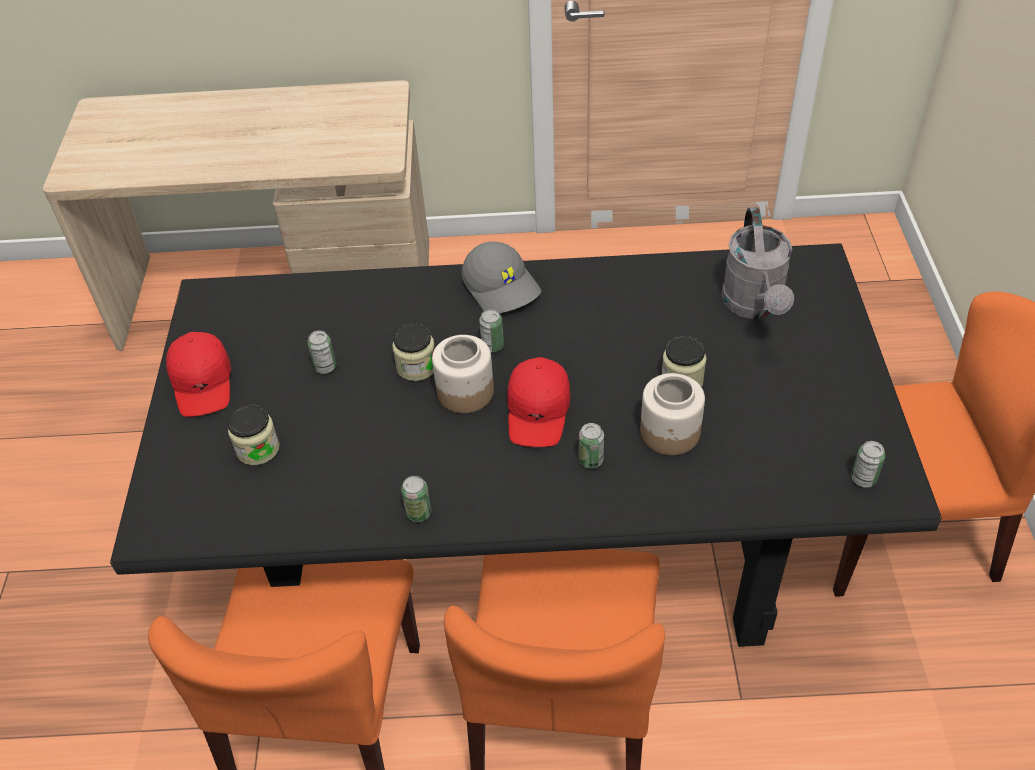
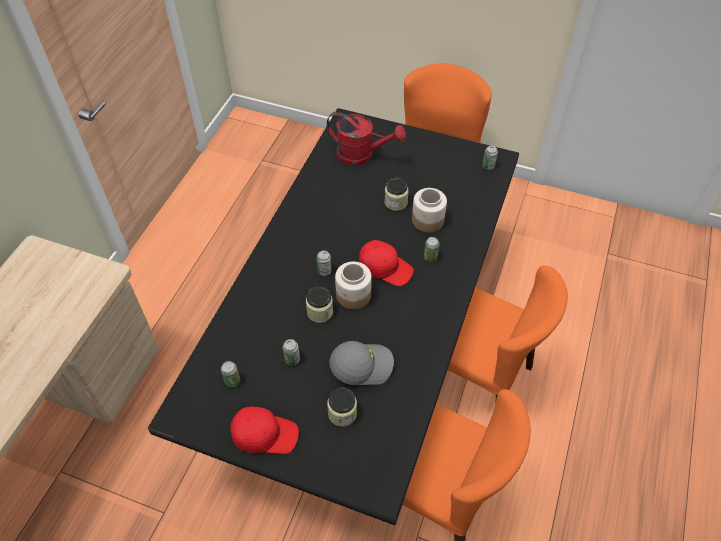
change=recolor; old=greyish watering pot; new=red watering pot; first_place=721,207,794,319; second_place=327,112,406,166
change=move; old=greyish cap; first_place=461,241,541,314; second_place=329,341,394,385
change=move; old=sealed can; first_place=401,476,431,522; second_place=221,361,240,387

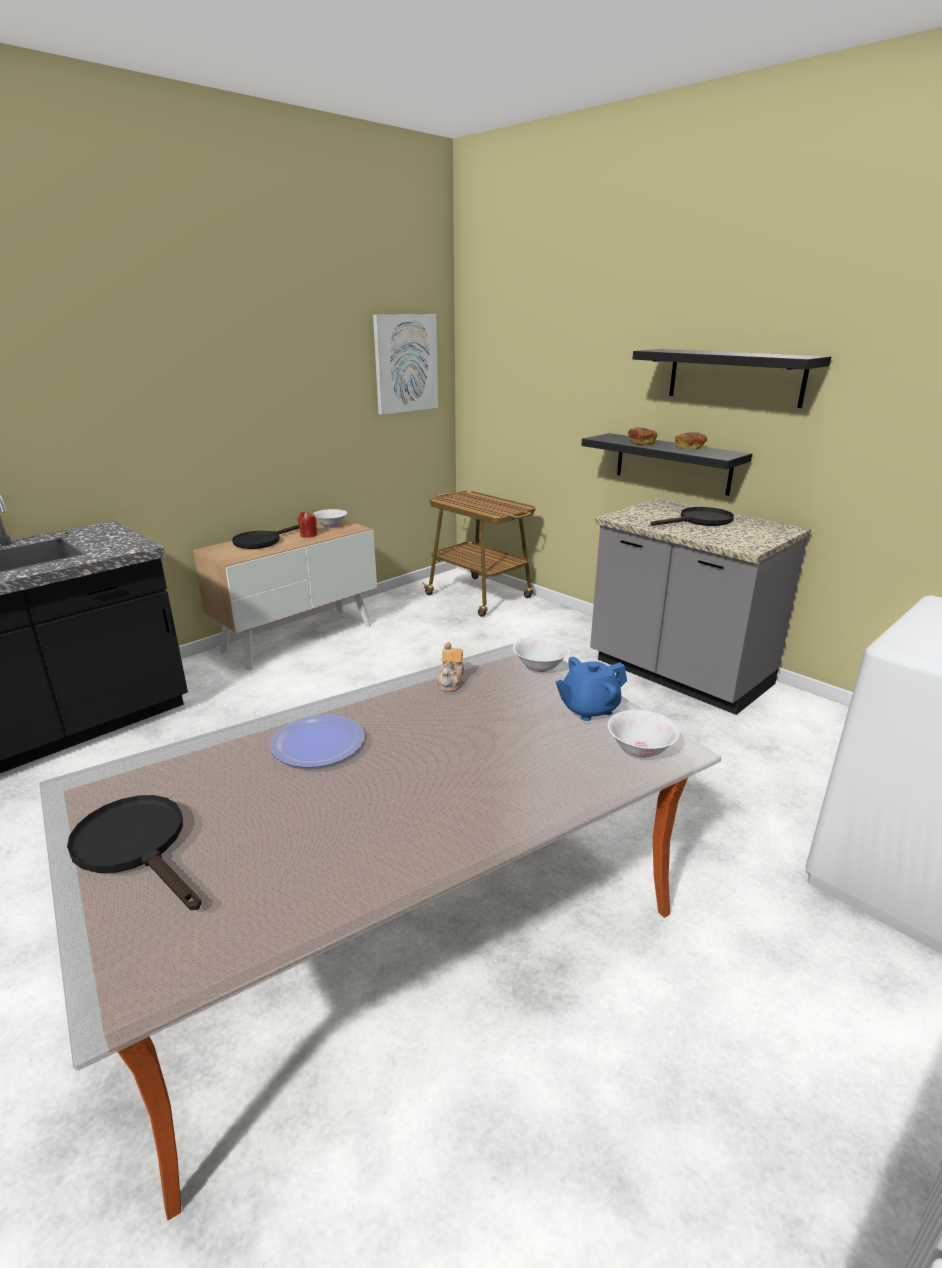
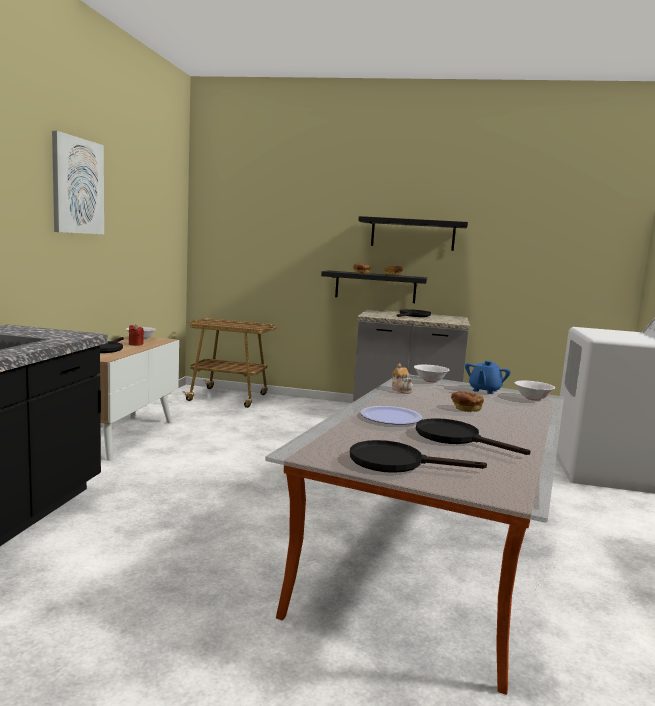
change=move; old=wall picture; first_place=373,314,438,415; second_place=52,131,104,234
change=insert; new=baked bread; second_place=451,392,484,412
change=insert; new=black skillet; second_place=416,418,531,455

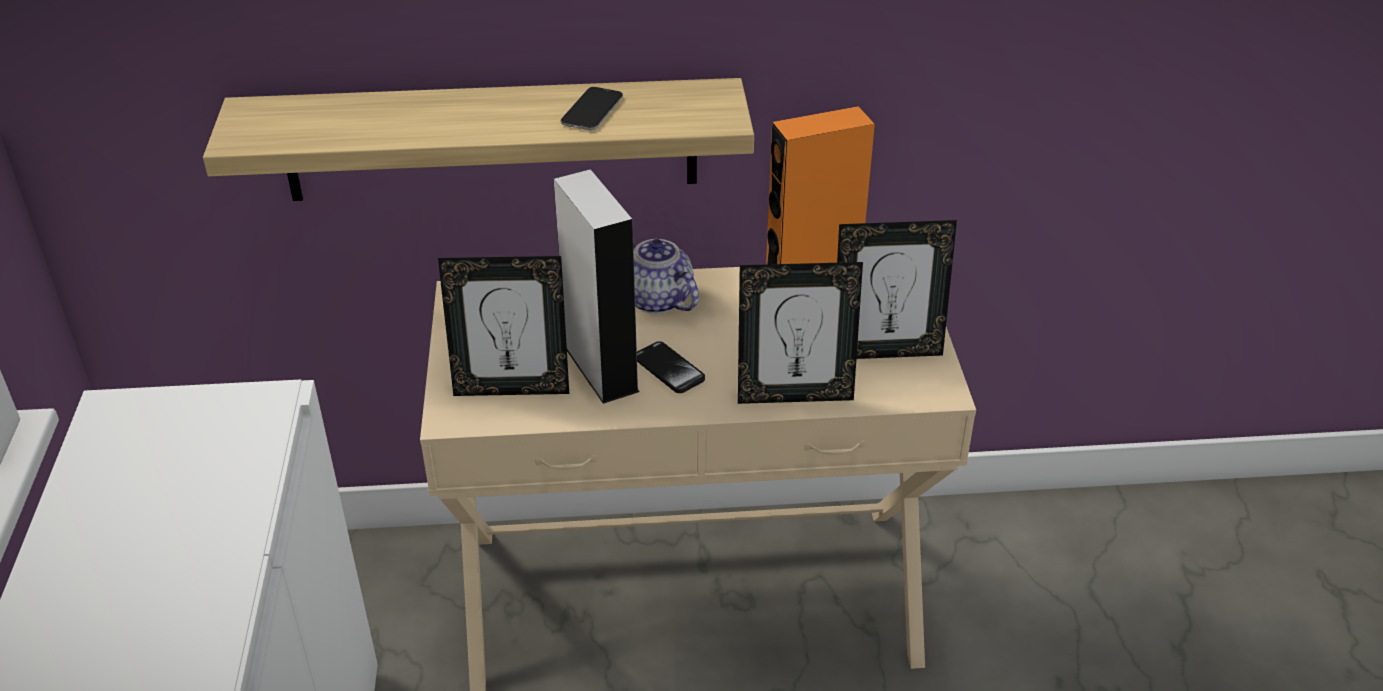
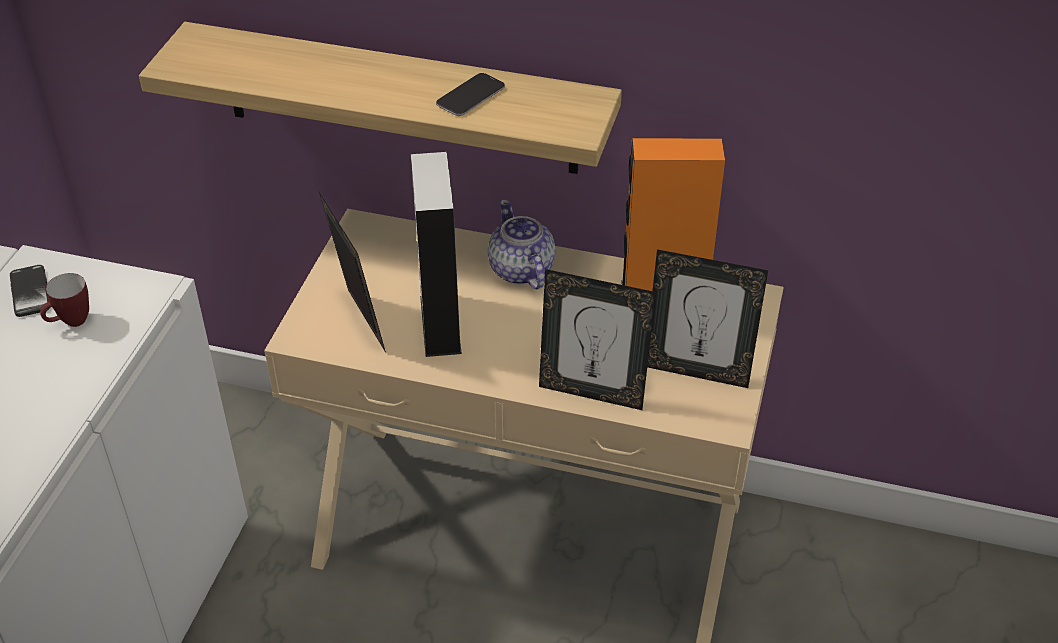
change=rotate; old=standing frame; first_place=438,256,569,396; second_place=319,192,386,353; degrees=-135
change=move; old=telephone; first_place=637,341,705,393; second_place=10,265,50,317
change=insert; new=tea mug; second_place=40,273,89,327

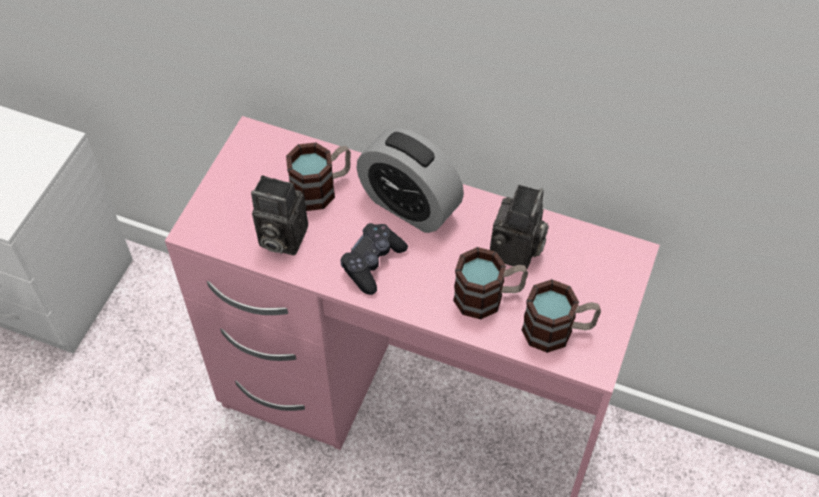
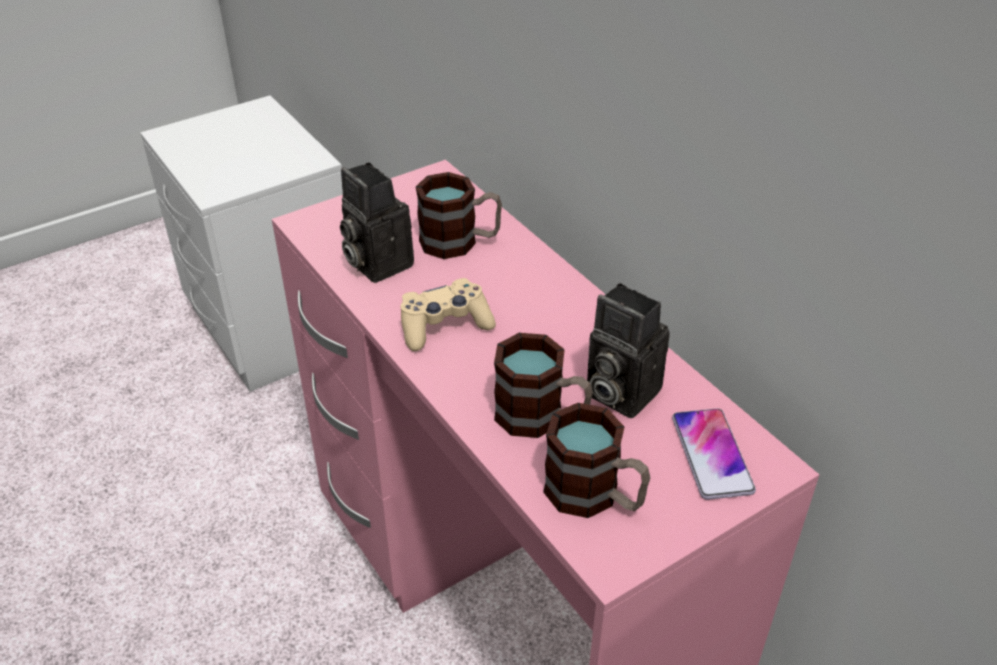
change=delete; old=table clock; first_place=357,128,464,233
change=rotate; old=photo camera; first_place=490,185,549,269; second_place=587,283,670,418; degrees=75
change=recolor; old=black game controller; new=beige game controller; first_place=340,223,408,295; second_place=400,278,496,351
change=insert; new=telephone; second_place=672,408,756,500

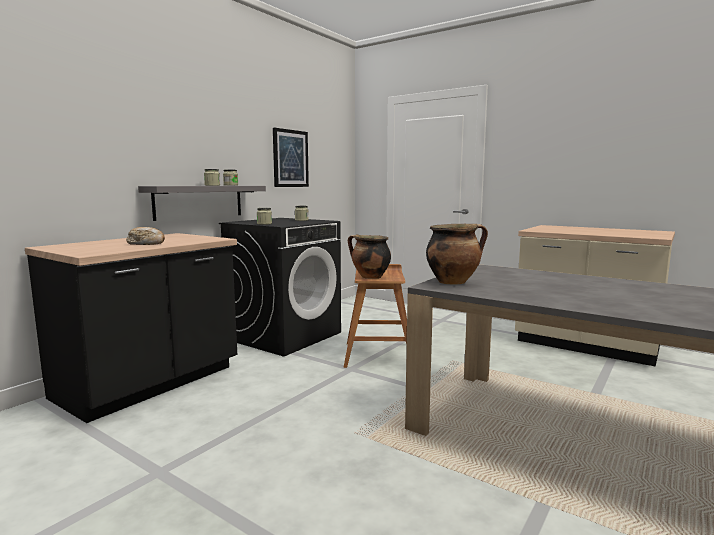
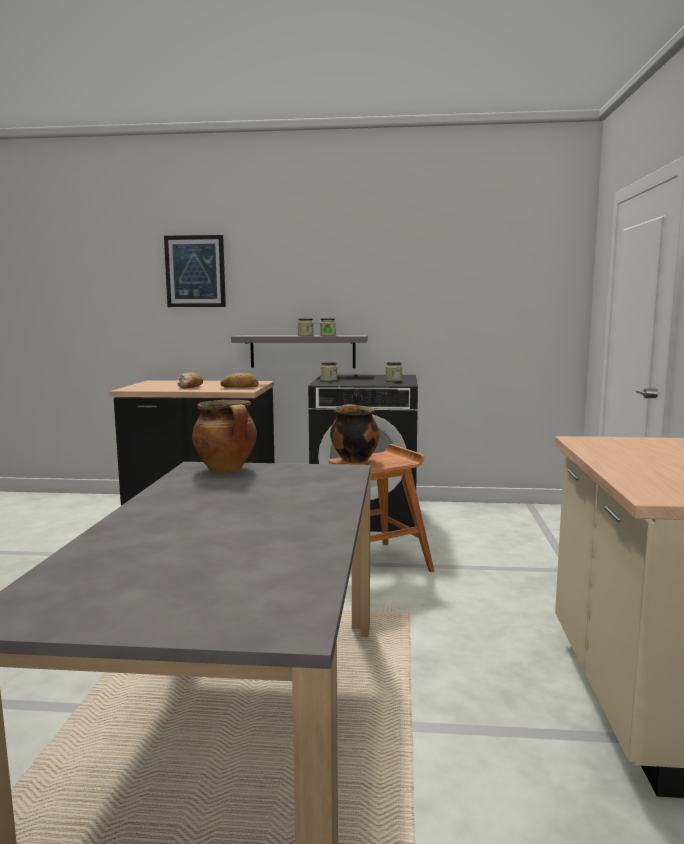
change=move; old=wall picture; first_place=273,128,309,187; second_place=164,235,226,307
change=insert; new=baked bread; second_place=220,373,259,388

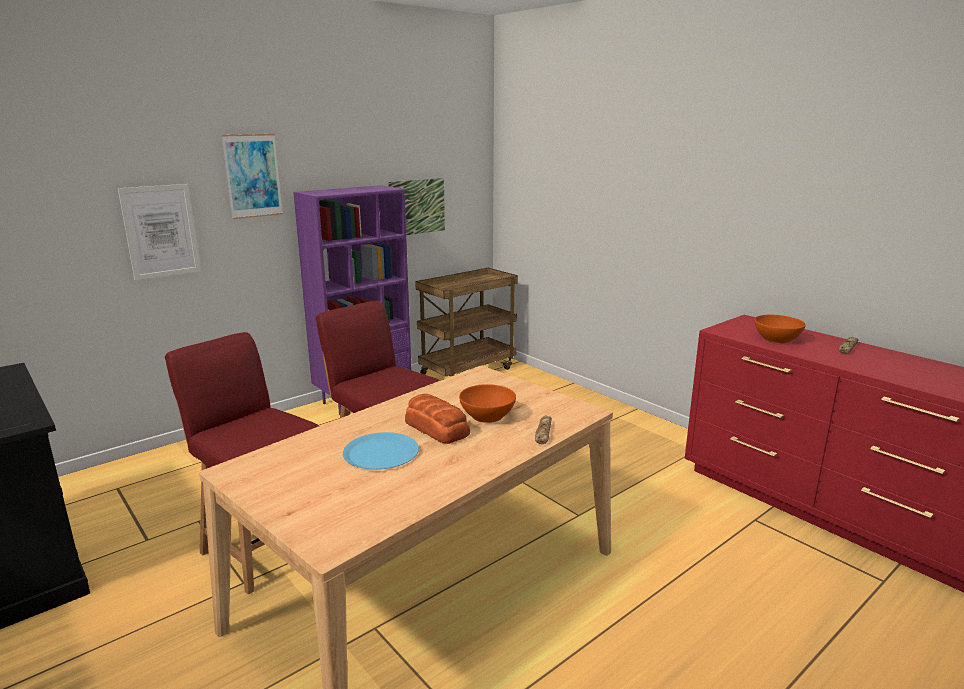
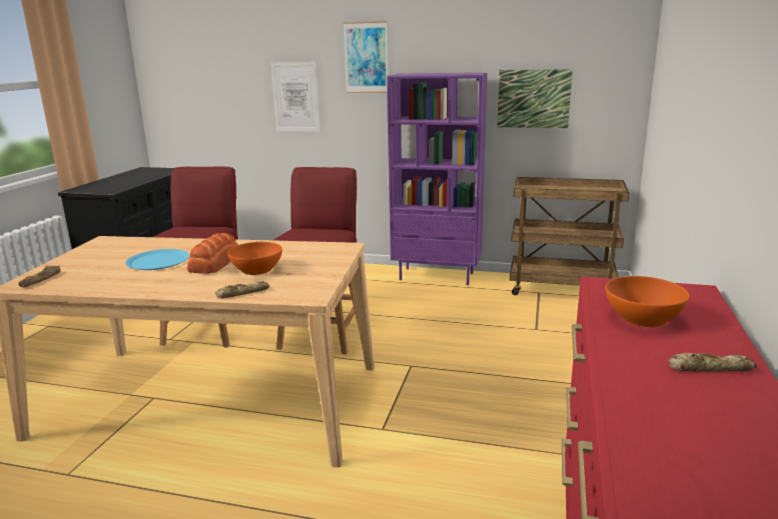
change=insert; new=baked bread; second_place=18,266,61,287

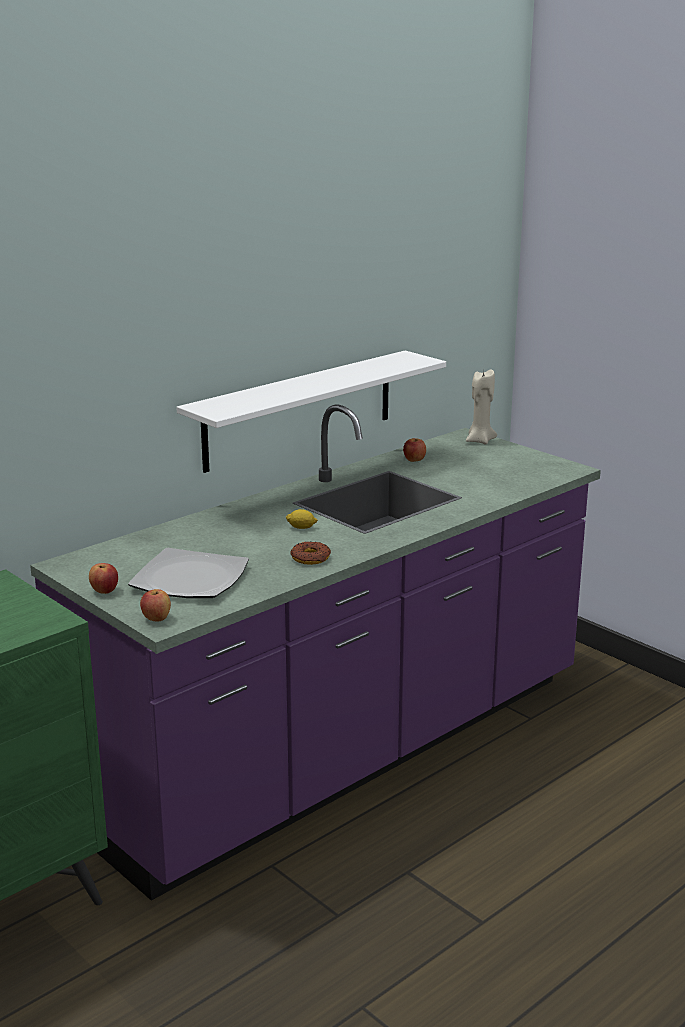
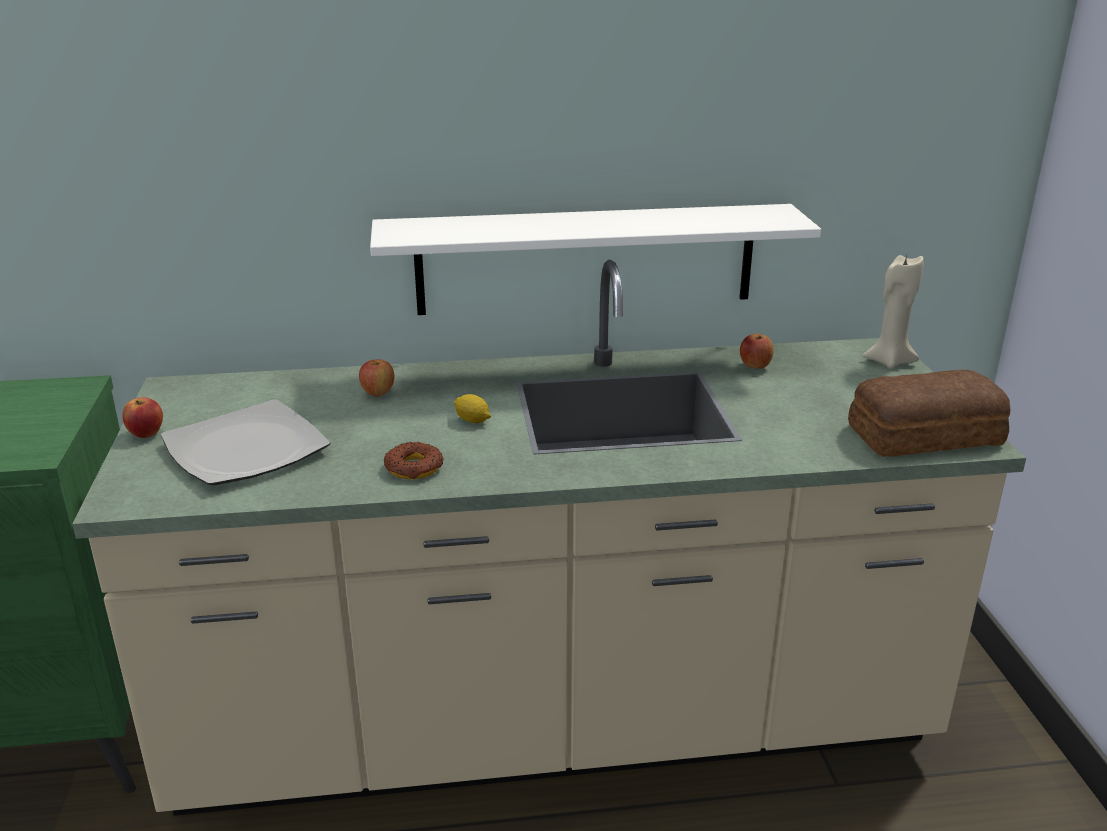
change=recolor; old=purple kitchen counter; new=beige kitchen counter; first_place=30,405,601,901; second_place=72,260,1026,816
change=move; old=apple fruit; first_place=140,589,171,621; second_place=359,359,394,397
change=insert; new=baked bread; second_place=848,370,1010,457

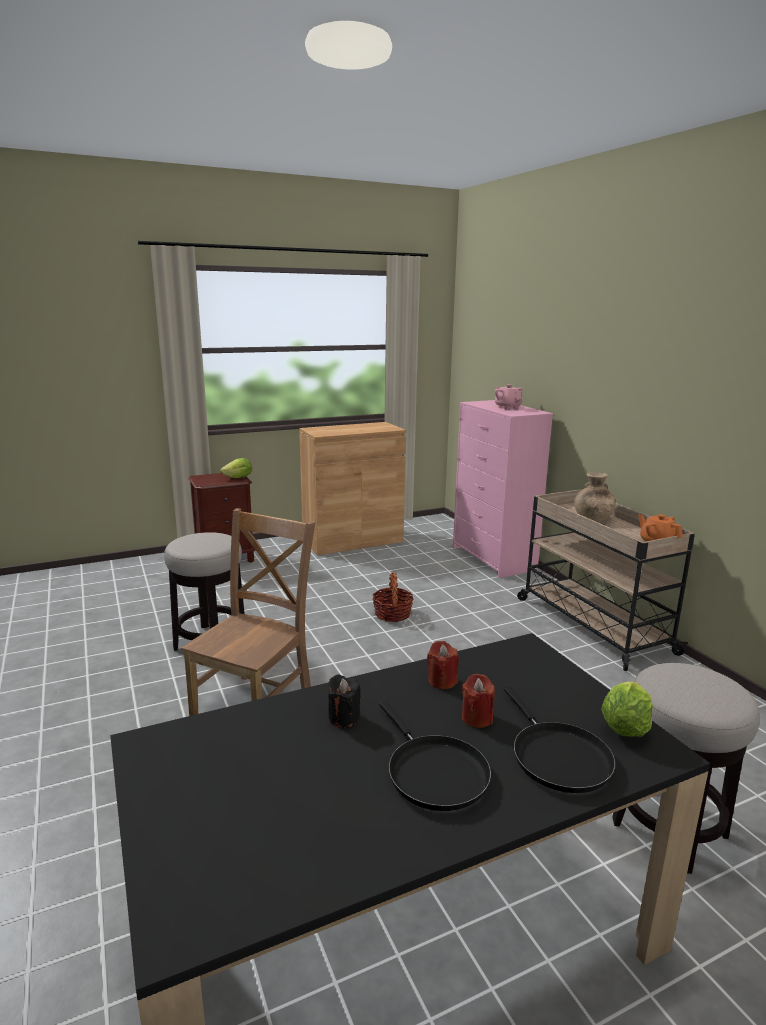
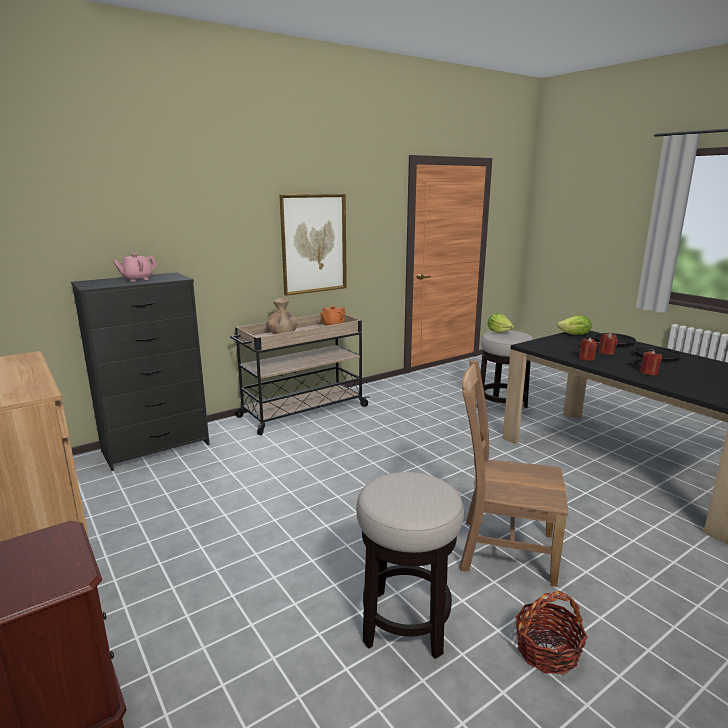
change=recolor; old=pink-coloured drawer chest; new=black drawer chest; first_place=453,400,553,578; second_place=71,272,210,471
change=move; old=lettuce; first_place=220,458,252,478; second_place=487,313,514,333
change=move; old=storage basket; first_place=372,572,414,622; second_place=515,591,588,675
change=recolor; old=black wax candle; new=red wax candle; first_place=328,674,361,728; second_place=640,350,662,375
change=insert; new=wall picture; second_place=279,194,347,296

